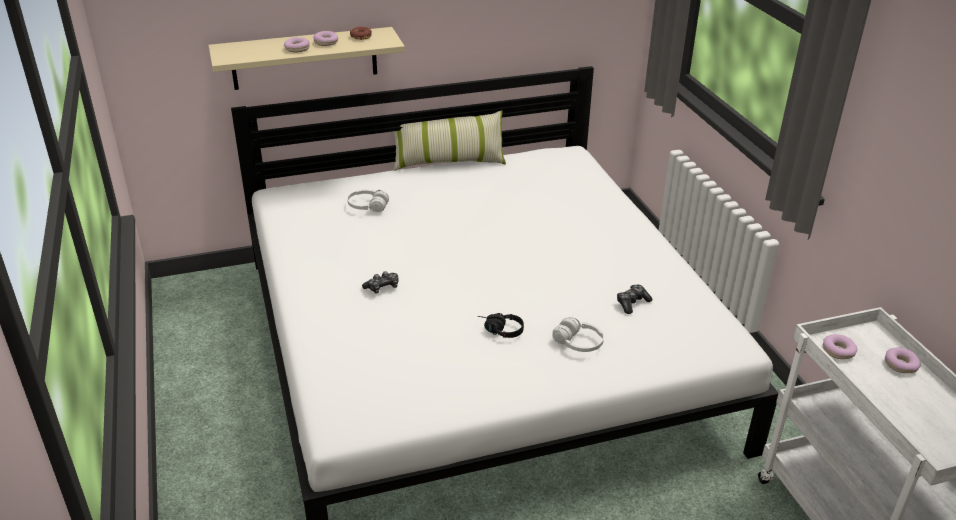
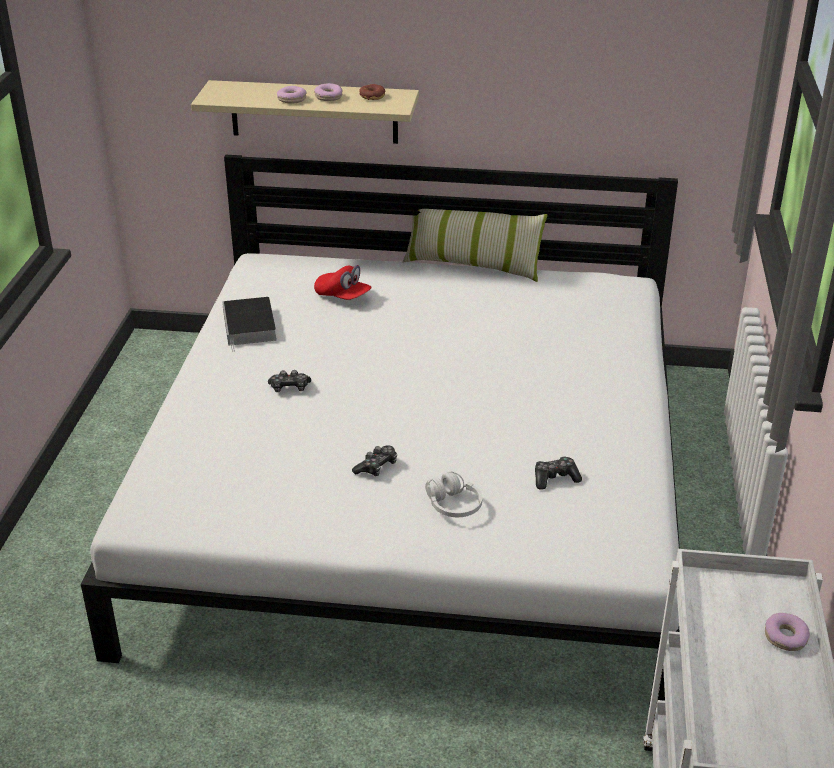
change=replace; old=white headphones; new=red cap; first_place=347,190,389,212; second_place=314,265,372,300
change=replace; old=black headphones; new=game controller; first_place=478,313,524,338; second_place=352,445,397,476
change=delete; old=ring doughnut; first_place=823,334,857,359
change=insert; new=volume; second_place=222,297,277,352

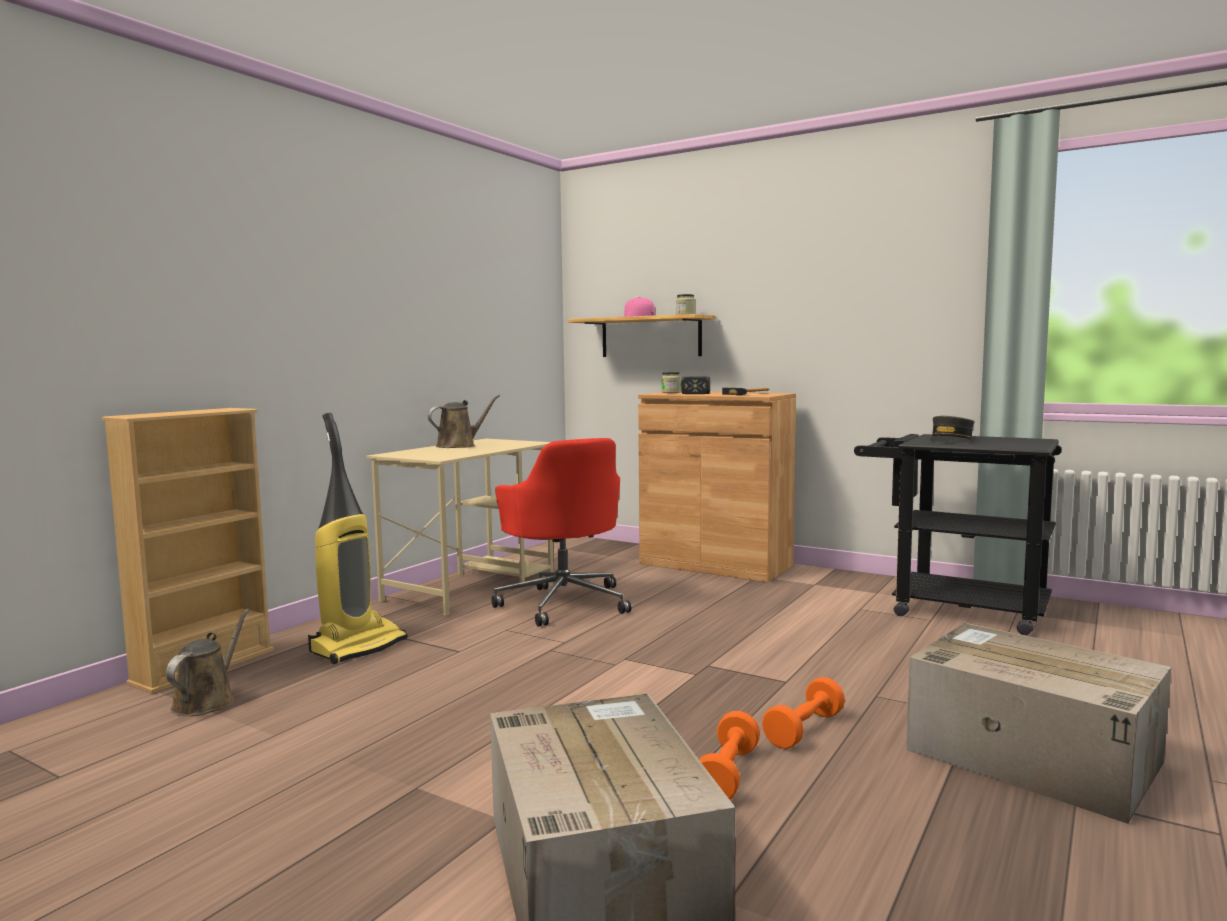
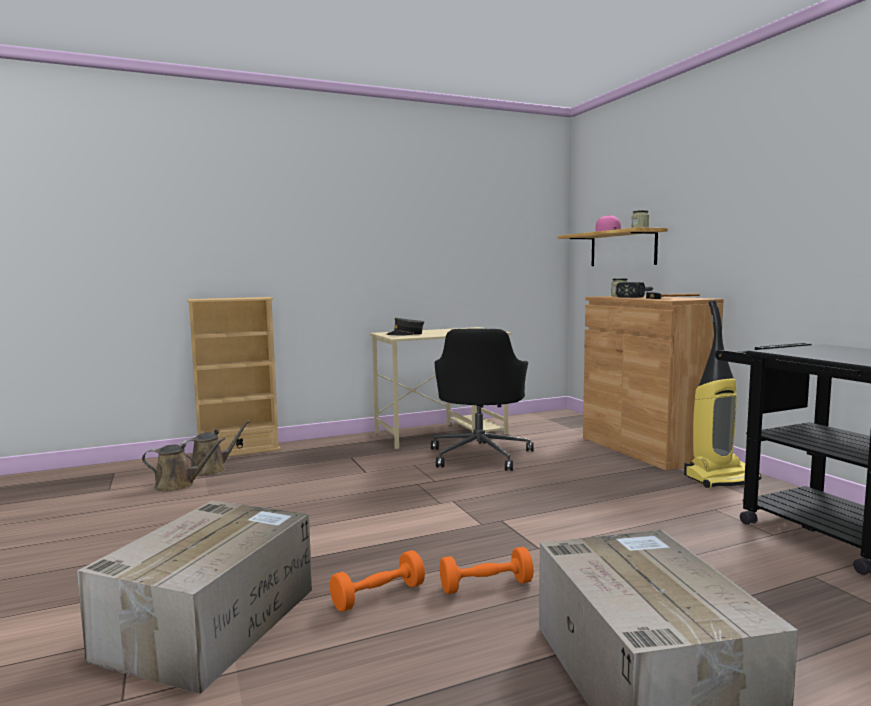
change=move; old=brownish watering pot; first_place=428,395,500,448; second_place=142,438,225,492
change=move; old=vacuum cleaner; first_place=308,413,408,664; second_place=684,300,761,488
change=move; old=greyish cap; first_place=929,416,974,442; second_place=386,318,424,336
change=recolor; old=red desk chair; new=black desk chair; first_place=492,438,631,626; second_place=431,329,534,471

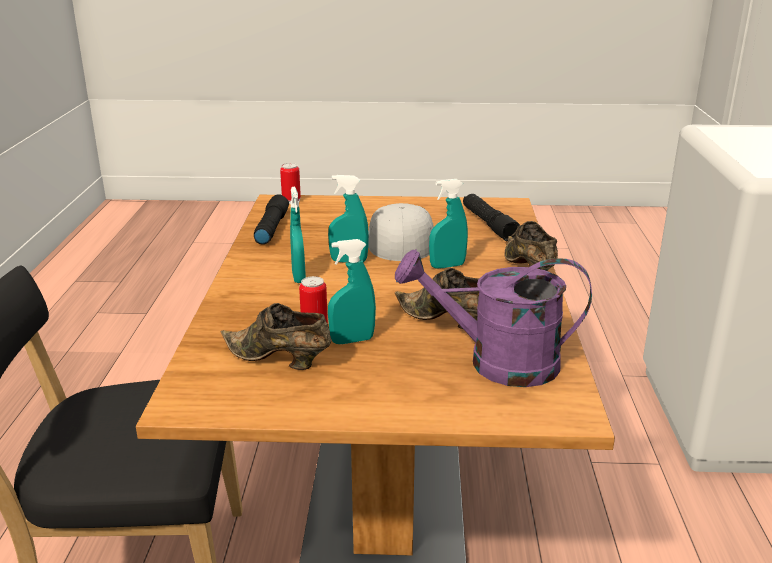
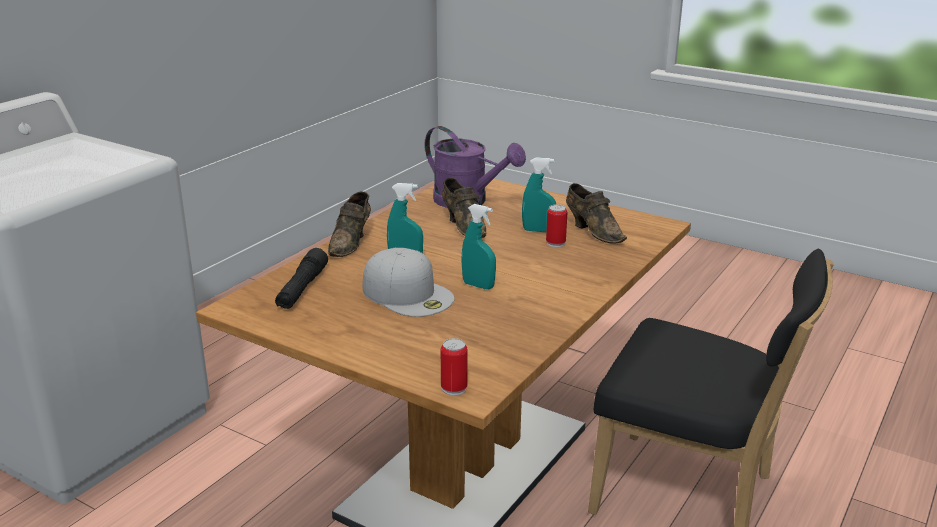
change=delete; old=turquoise-coloured hand sprayer; first_place=290,187,306,283
change=delete; old=black torch; first_place=254,194,289,244
change=rotate; old=white cap; first_place=368,203,434,261; second_place=363,248,455,317; degrees=-75

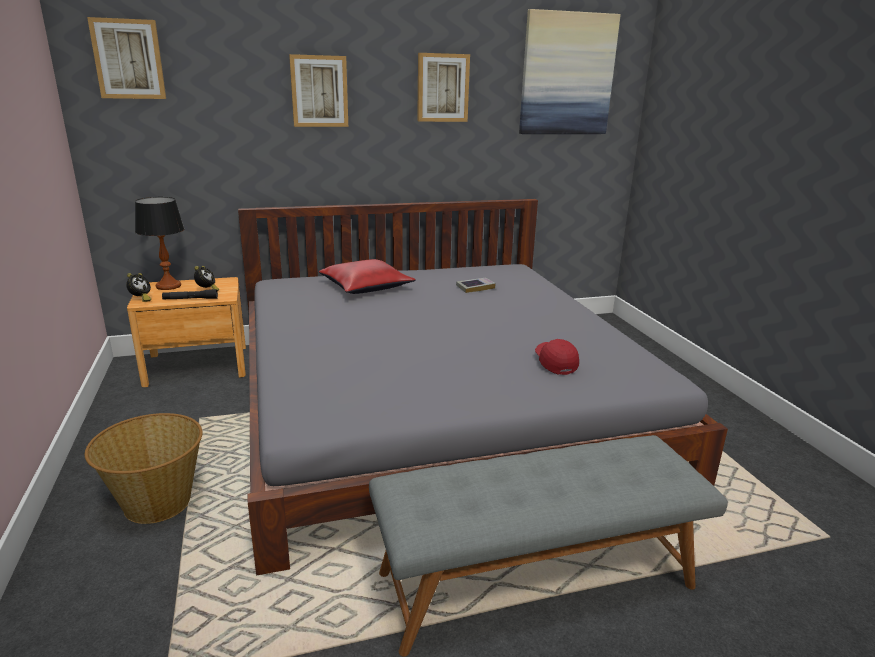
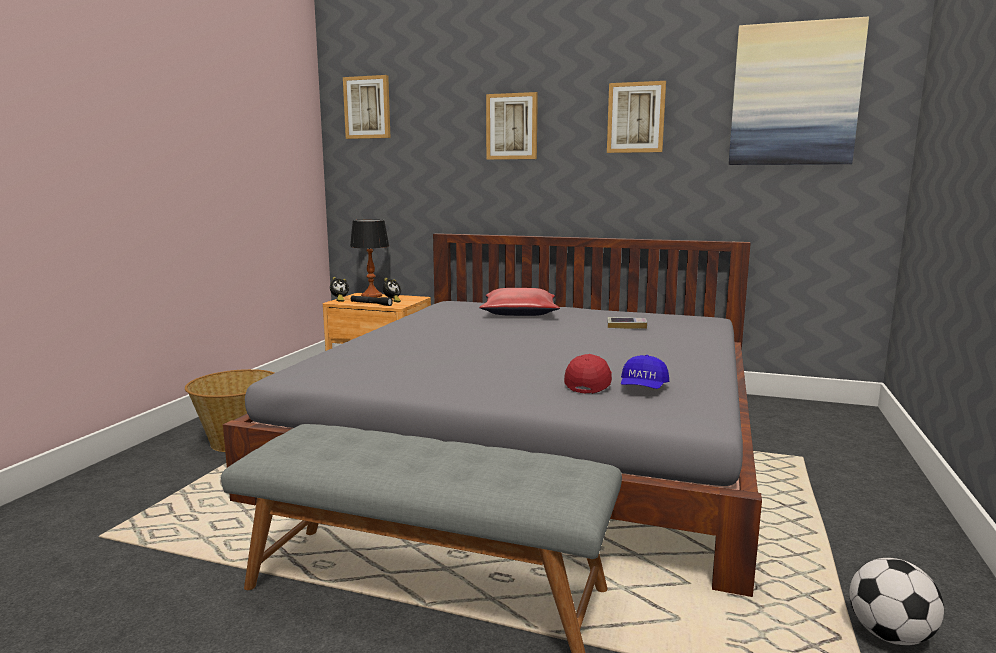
change=insert; new=blue cap; second_place=621,355,669,389
change=insert; new=football ball; second_place=849,558,944,645

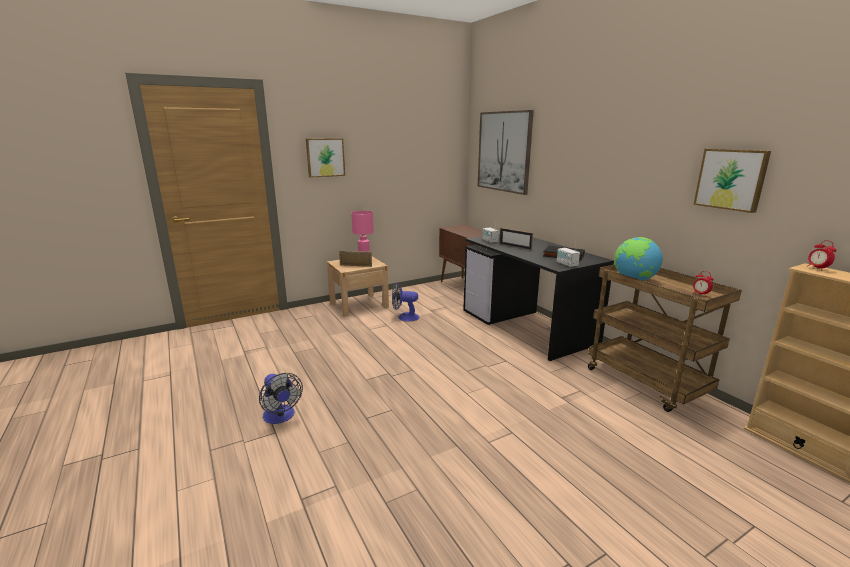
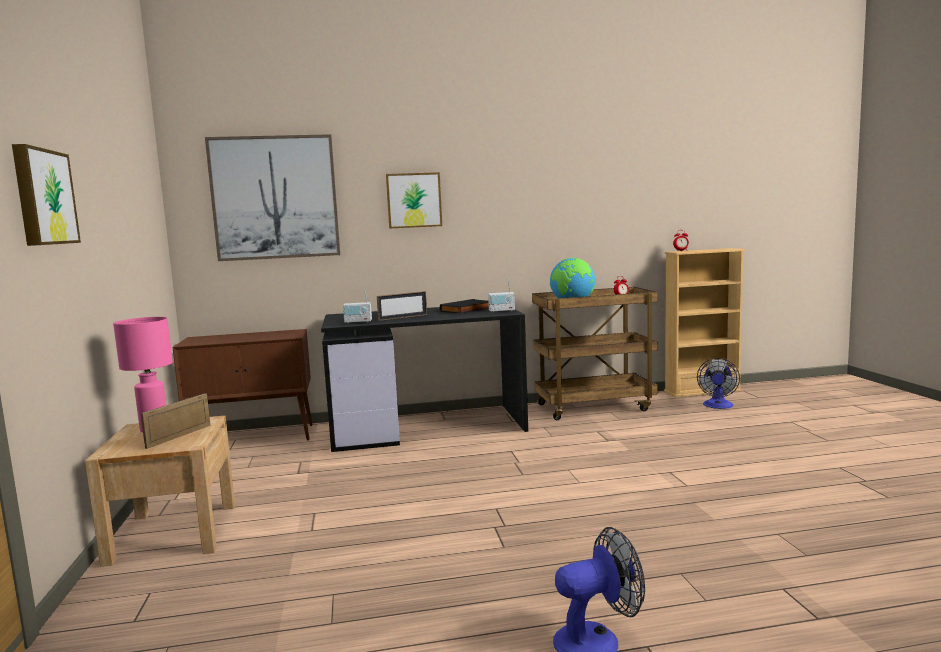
change=move; old=wall picture; first_place=693,149,771,213; second_place=386,172,442,229
change=move; old=fan; first_place=392,282,419,322; second_place=697,358,740,409

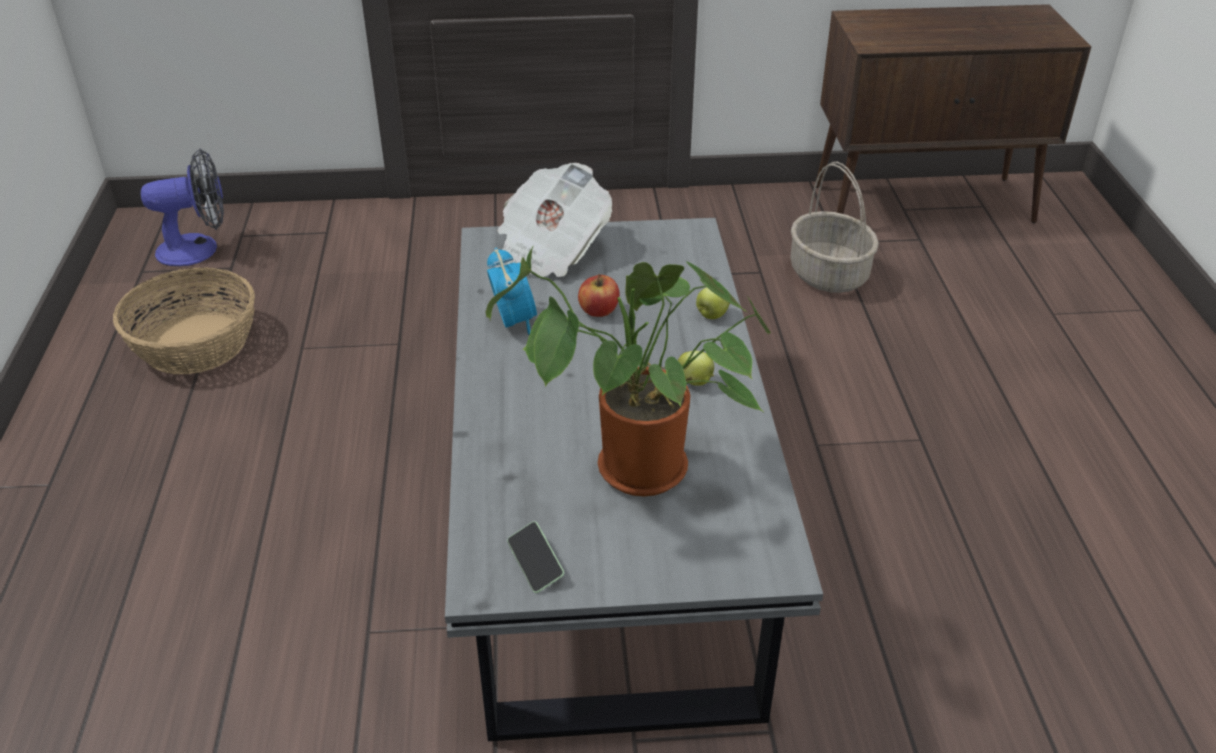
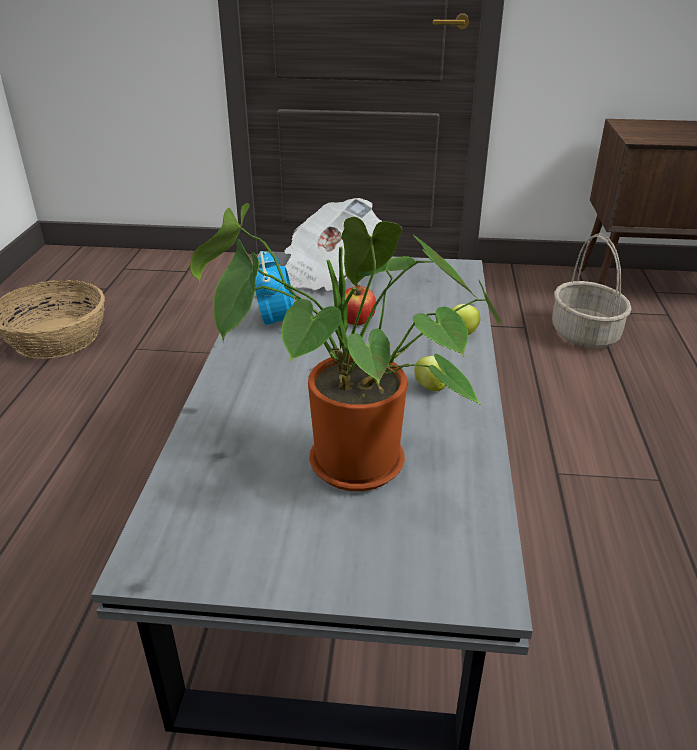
change=delete; old=fan; first_place=140,149,224,266
change=delete; old=telephone; first_place=507,521,564,593

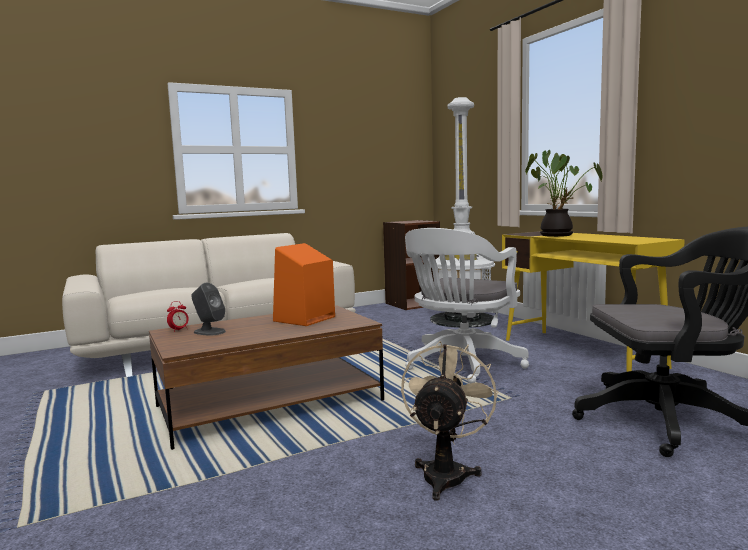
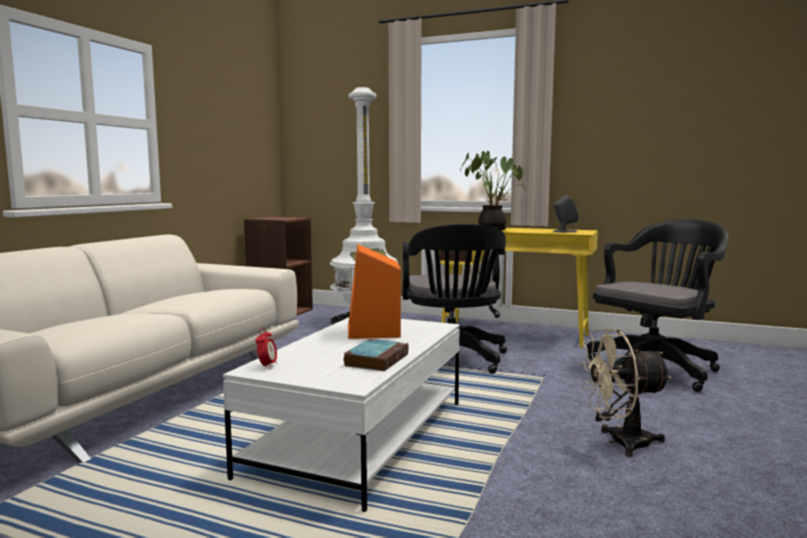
change=recolor; old=white desk chair; new=black desk chair; first_place=405,228,529,383; second_place=403,224,507,374
change=move; old=greyish speaker; first_place=191,283,226,336; second_place=553,195,579,233
change=recolor; old=brownish low table; new=white low table; first_place=149,305,384,450; second_place=223,317,460,512
change=rotate; old=beige fan; first_place=401,341,498,500; second_place=579,328,672,457; degrees=-75
change=insert; new=volume; second_place=343,339,408,371

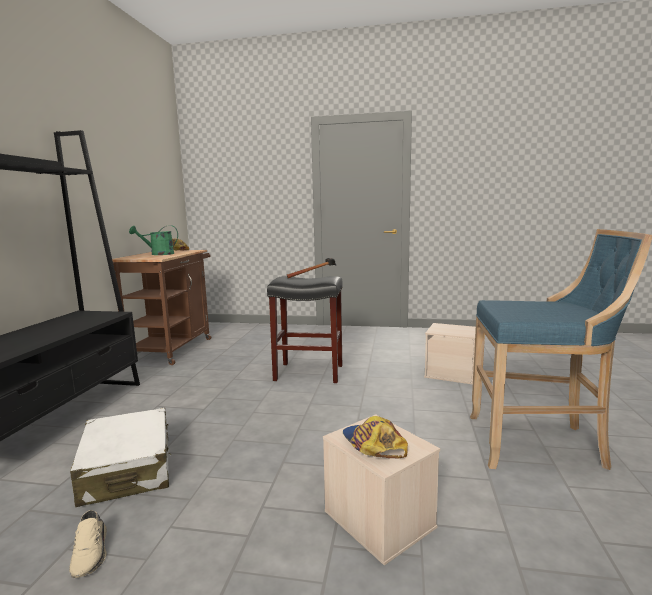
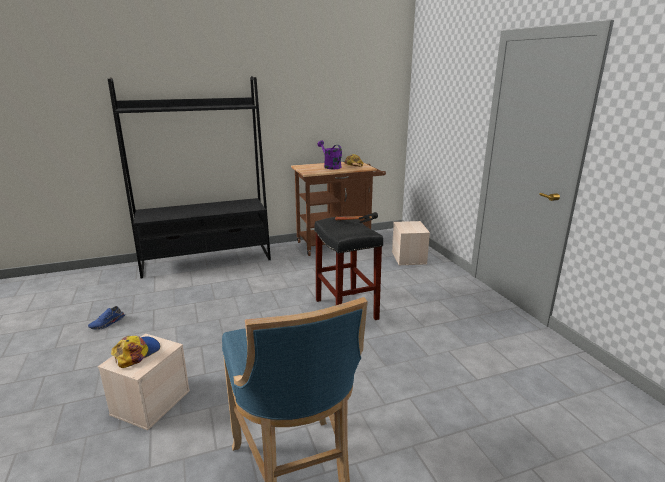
change=recolor; old=green watering pot; new=purple watering pot; first_place=129,225,178,255; second_place=317,140,342,169
change=move; old=beige storage bin; first_place=424,323,476,385; second_place=392,221,430,265
change=delete; old=white suitcase; first_place=70,408,171,507
change=recolor; old=beige low shoe; new=blue low shoe; first_place=69,510,107,578; second_place=88,306,125,330

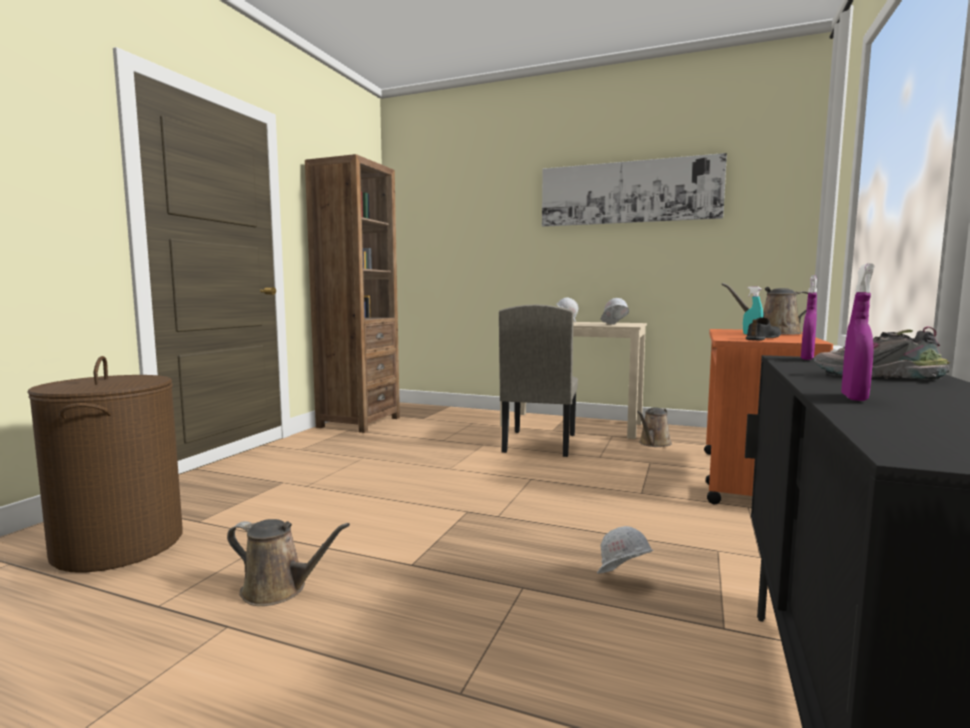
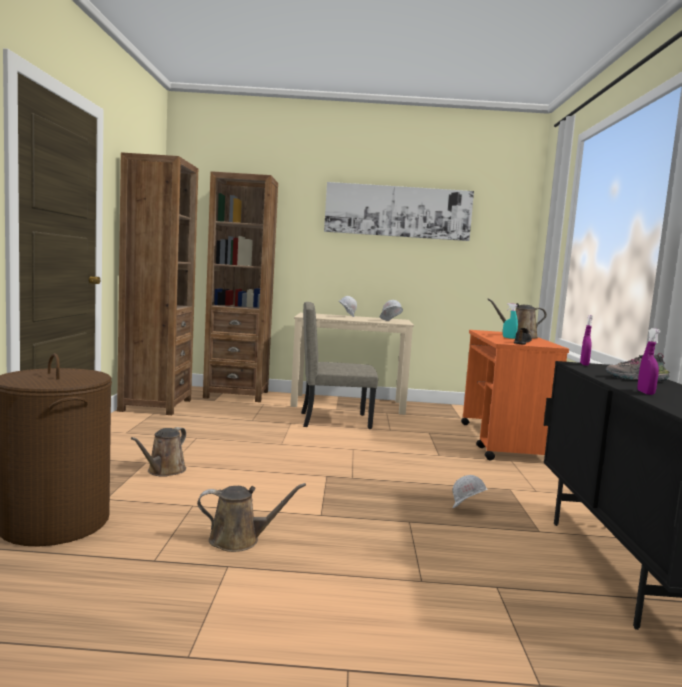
change=rotate; old=beige plain chair; first_place=499,304,578,457; second_place=301,302,378,429; degrees=90
change=move; old=brownish watering pot; first_place=637,407,672,447; second_place=131,427,186,477
change=insert; new=brownish bookcase; second_place=203,171,278,402

